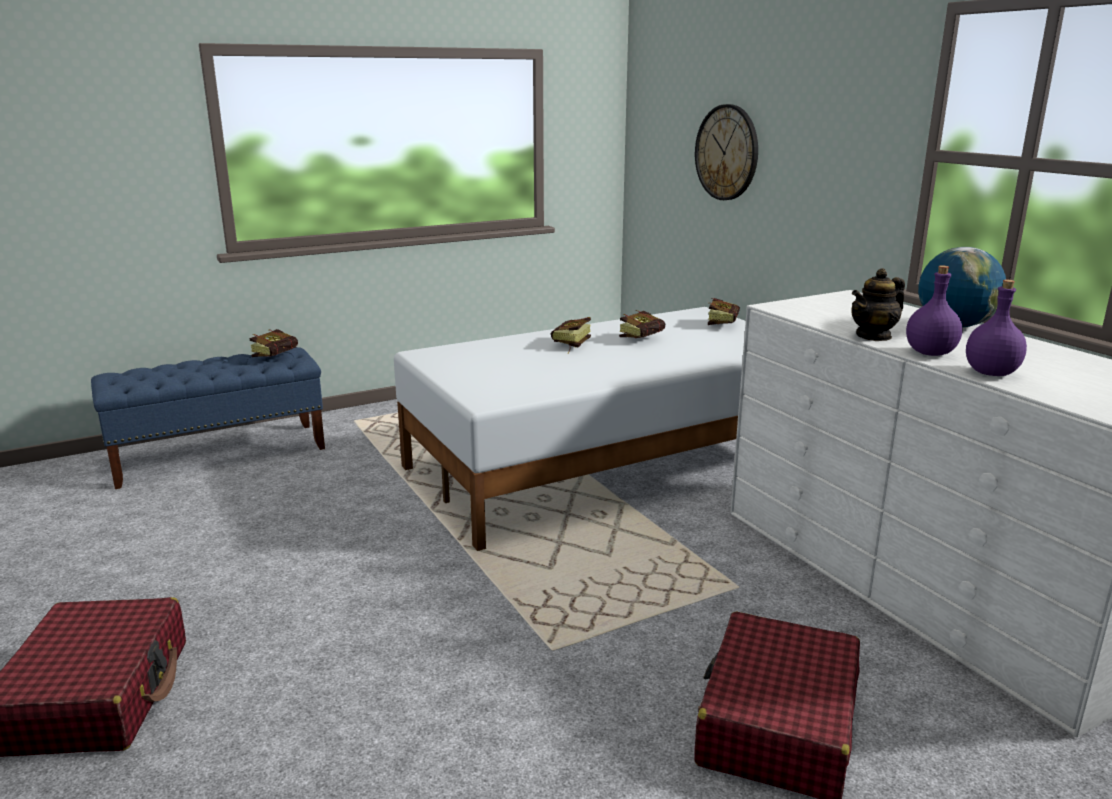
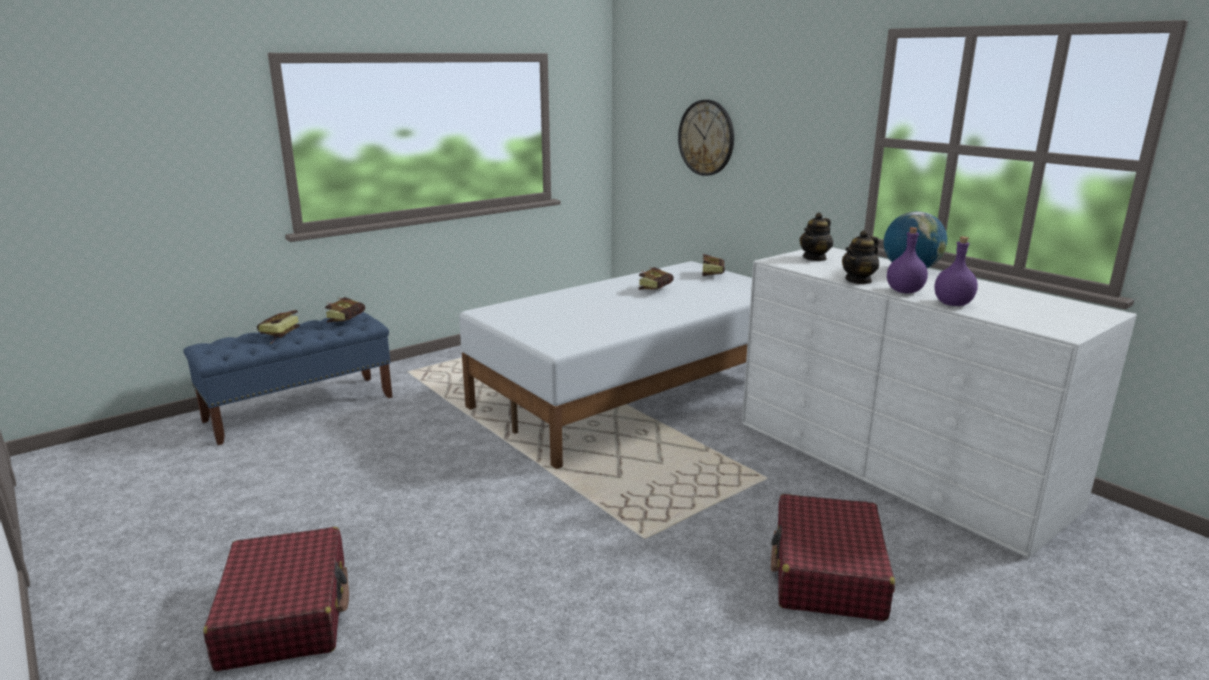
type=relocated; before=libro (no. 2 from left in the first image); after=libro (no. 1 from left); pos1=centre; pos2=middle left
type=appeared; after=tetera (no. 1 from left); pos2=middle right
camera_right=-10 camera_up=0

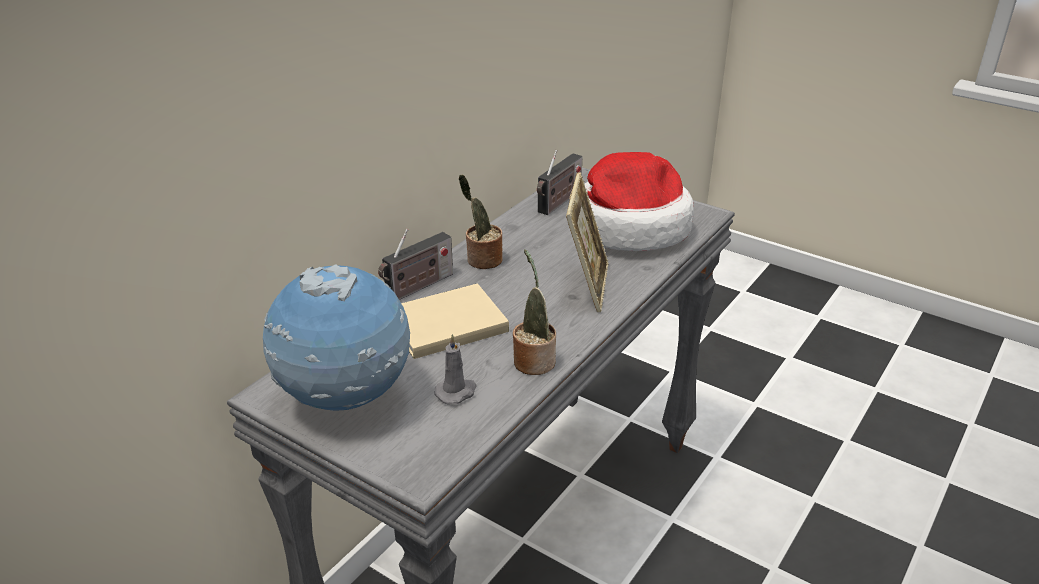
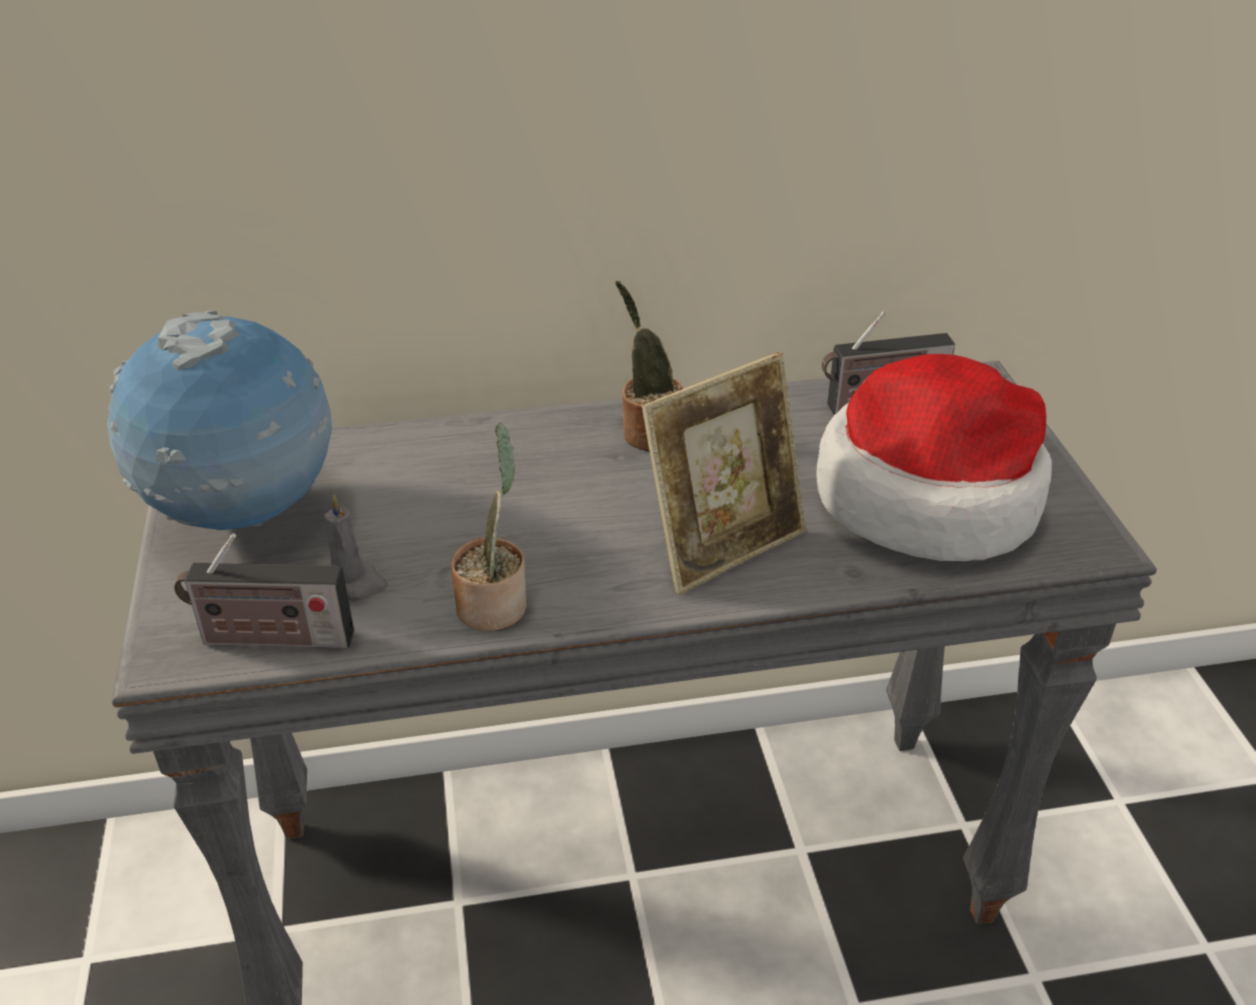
type=relocated; before=radio (no. 1 from left); pos1=centre; pos2=middle left
type=missing; before=libro [beis]; pos1=centre
camera_right=45 camera_up=5

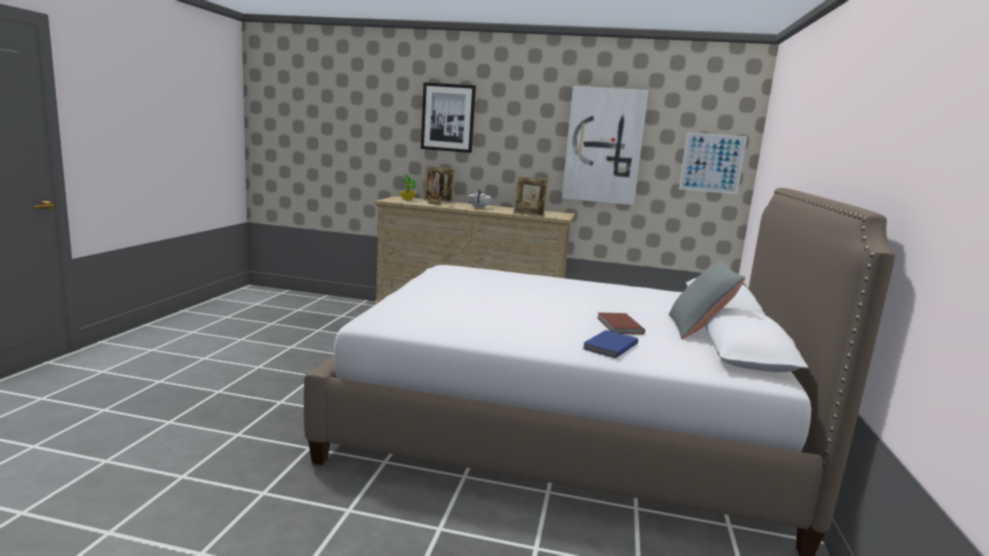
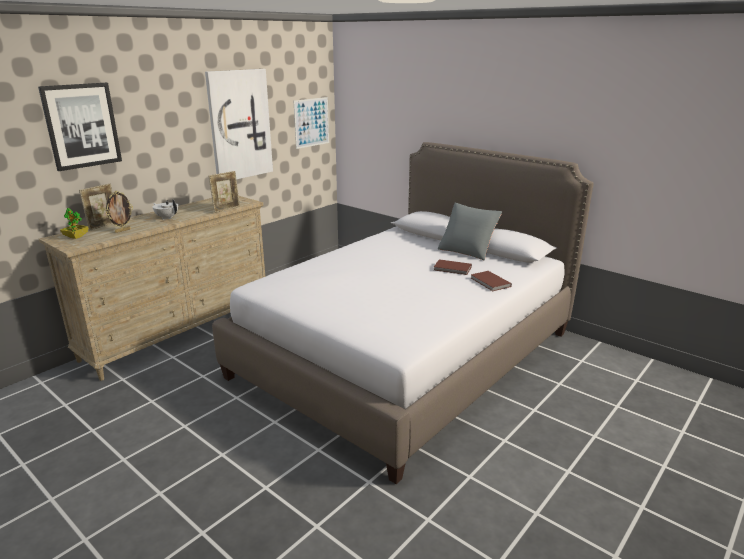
type=colour; before=libro [azul]; after=libro [marrón] (no. 2 from left); pos1=centre; pos2=centre
camera_right=-60 camera_up=10

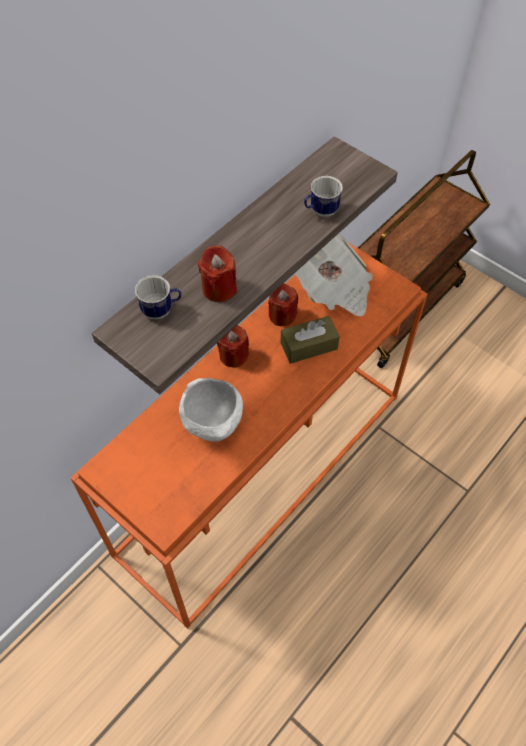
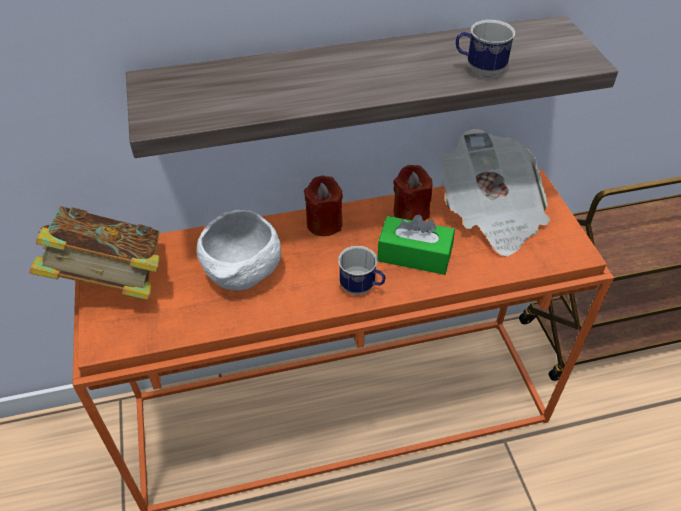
type=appeared; after=libro; pos2=middle left
type=relocated; before=taza grande (no. 1 from left); pos1=middle left; pos2=centre
type=colour; before=caja de pañuelos [marrón]; after=caja de pañuelos [verde]; pos1=centre; pos2=centre
type=missing; before=vela [rojo] (no. 1 from left); pos1=centre
camera_right=35 camera_up=-10

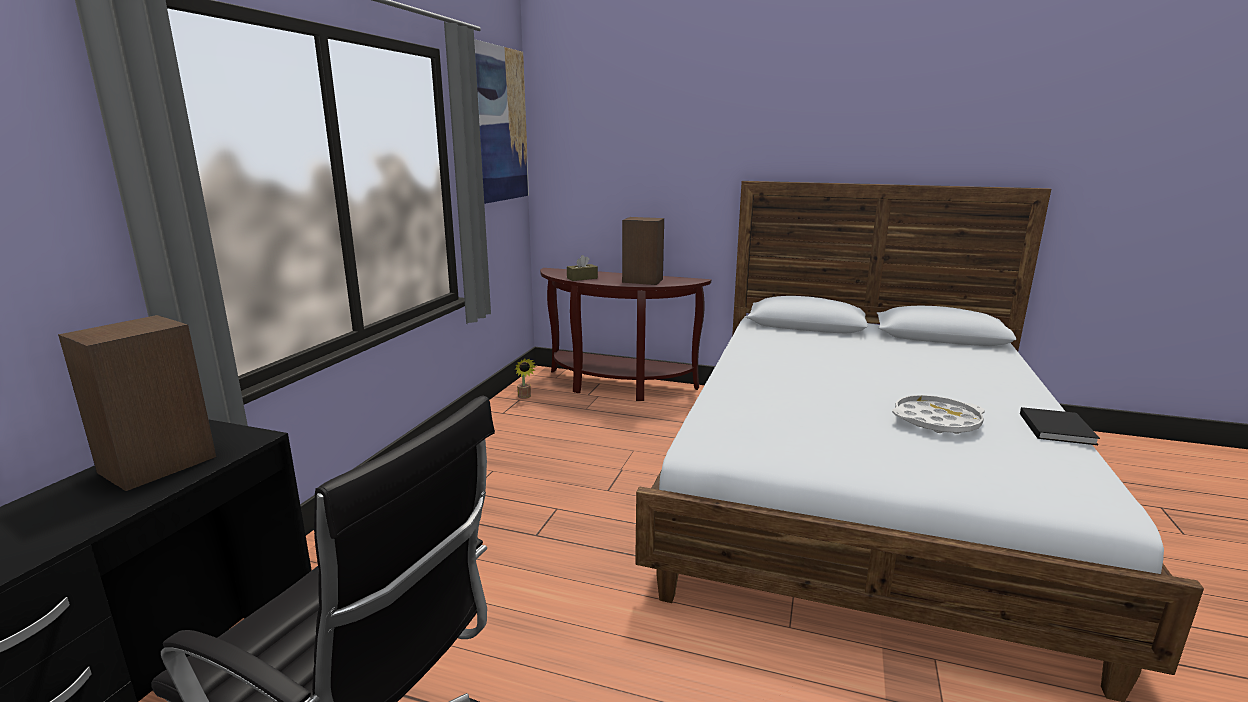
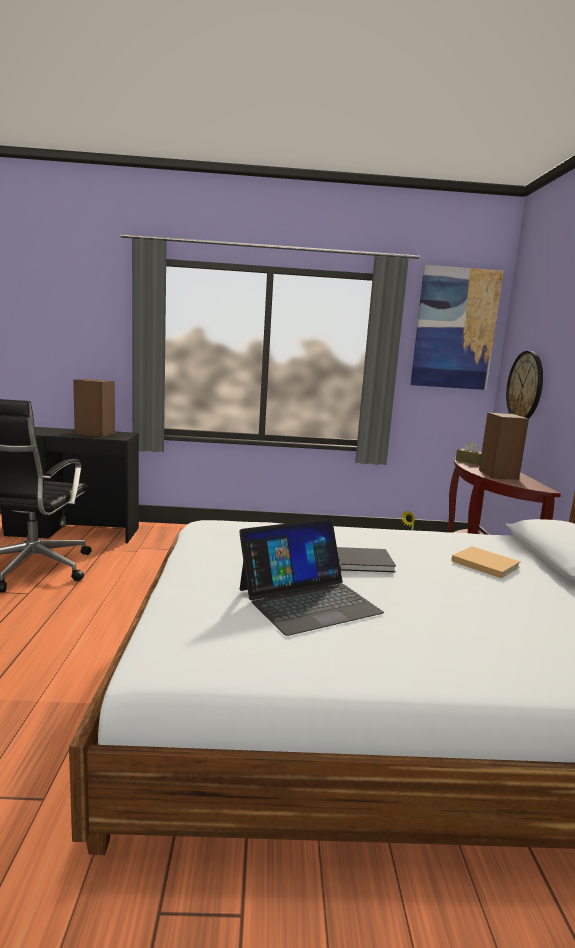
type=exchanged; before=bandeja [blanco]; after=portátil; pos1=middle right; pos2=centre
type=relocated; before=libro [negro]; pos1=middle right; pos2=centre
type=appeared; after=libro [beis]; pos2=middle right
type=appeared; after=reloj de pared; pos2=middle right
camera_right=70 camera_up=-5

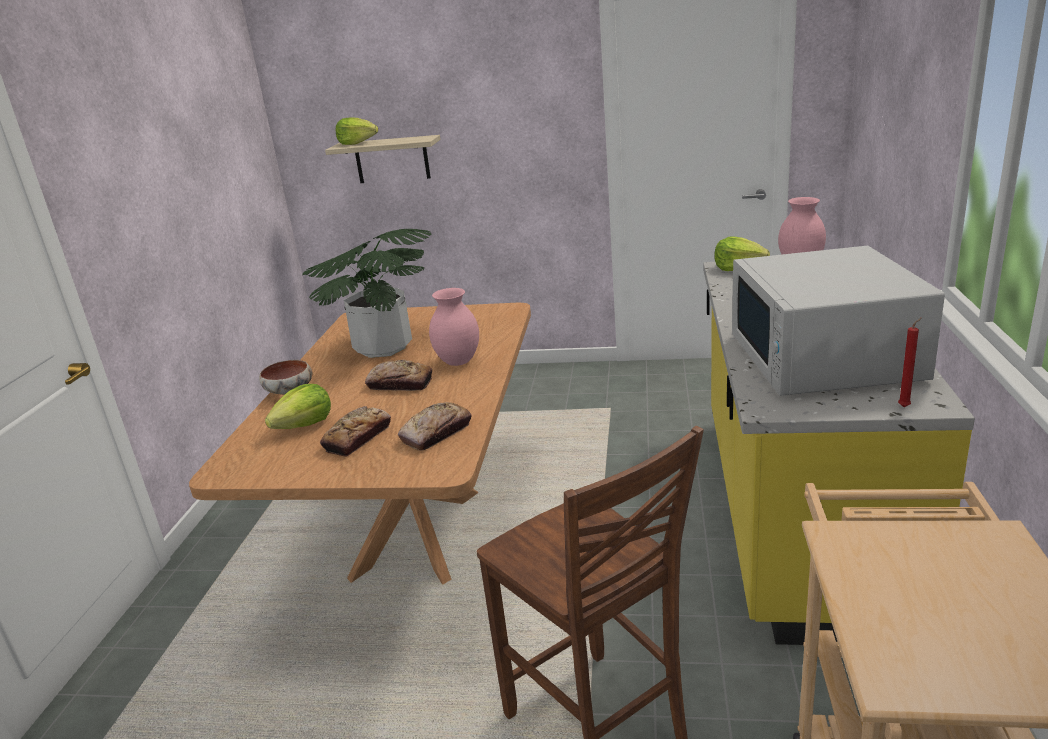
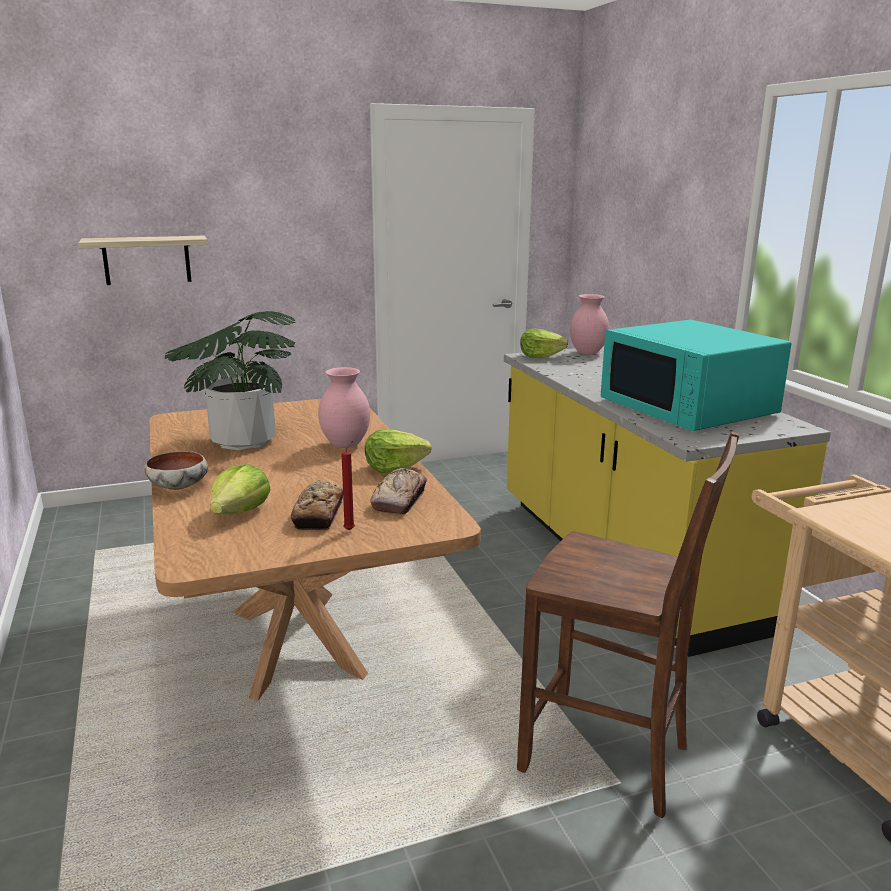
type=relocated; before=vela [rojo]; pos1=middle right; pos2=centre
type=relocated; before=lechuga (no. 2 from left); pos1=top centre; pos2=centre
type=colour; before=microondas [blanco]; after=microondas [turquesa]; pos1=middle right; pos2=middle right
type=missing; before=pan (no. 2 from left); pos1=centre
camera_right=-30 camera_up=-5

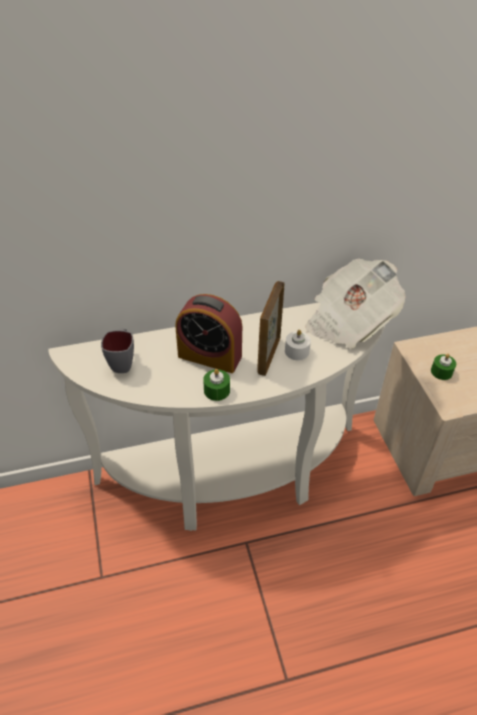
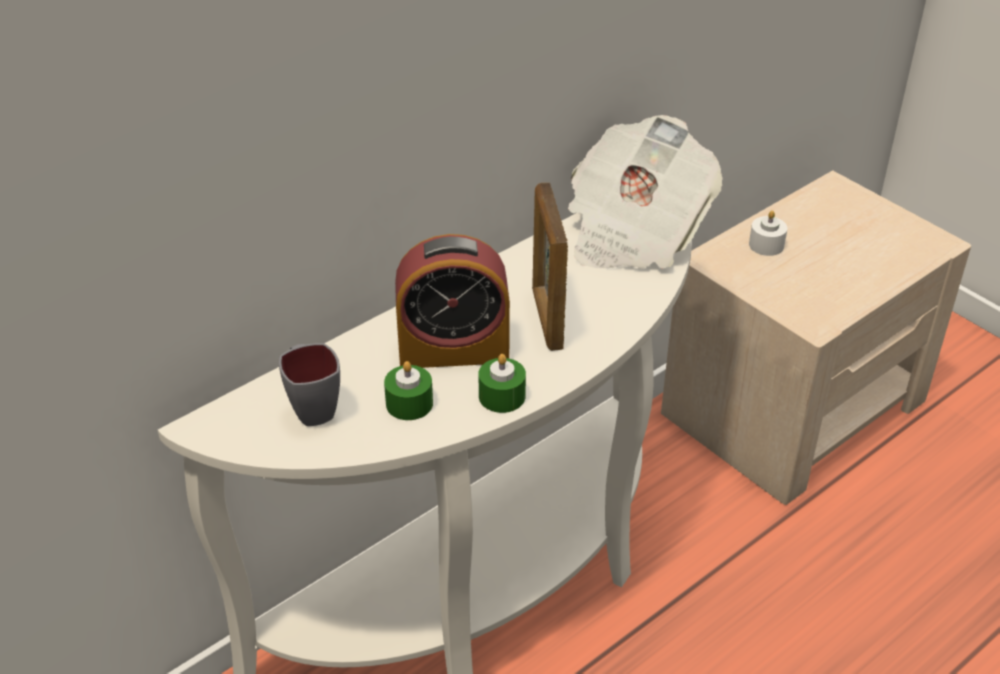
type=relocated; before=vela [verde] (no. 2 from left in the first image); after=vela [verde] (no. 1 from left); pos1=middle right; pos2=centre
type=relocated; before=vela [blanco]; pos1=centre; pos2=middle right
camera_right=-25 camera_up=-5

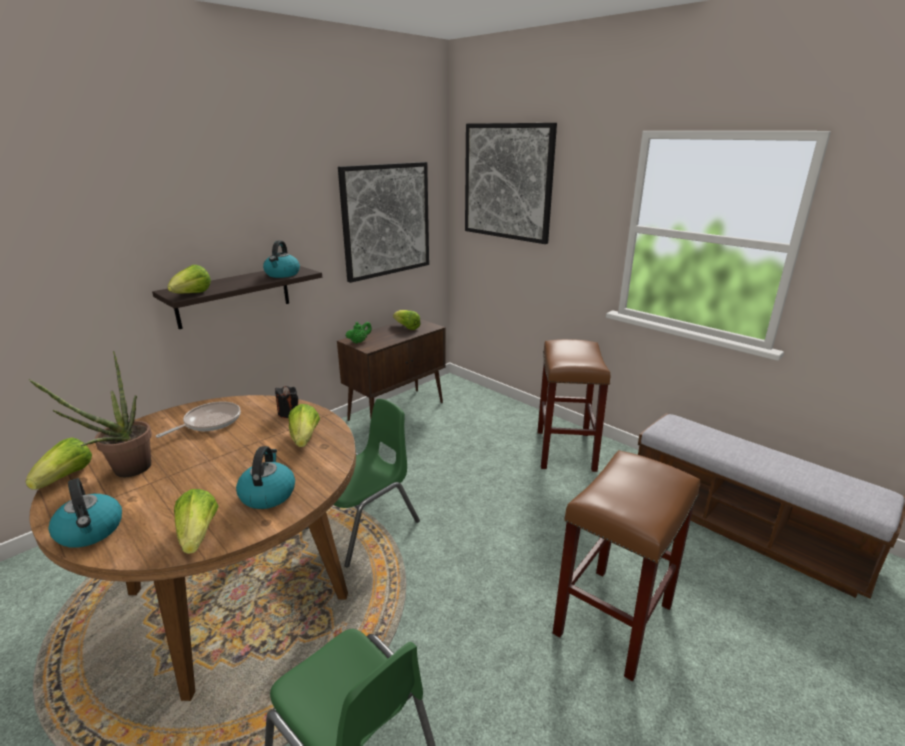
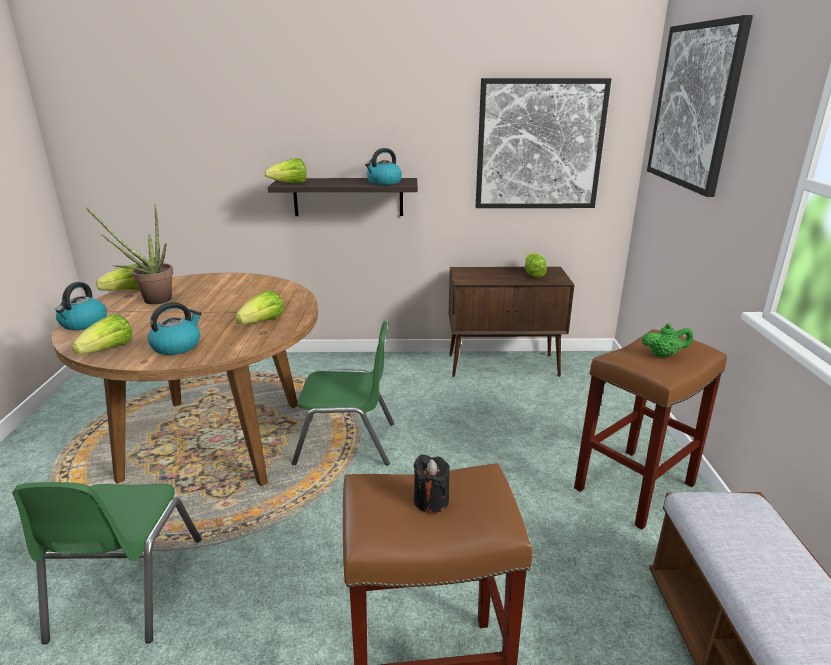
type=relocated; before=vela [negro]; pos1=middle left; pos2=bottom centre
type=relocated; before=tetera [verde]; pos1=centre; pos2=middle right
type=missing; before=sartén; pos1=middle left
camera_right=45 camera_up=0

